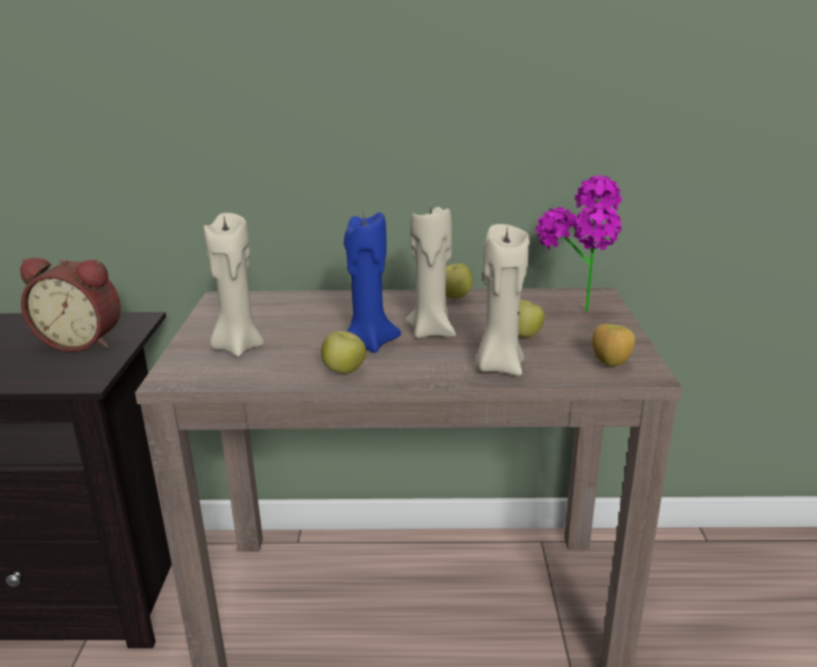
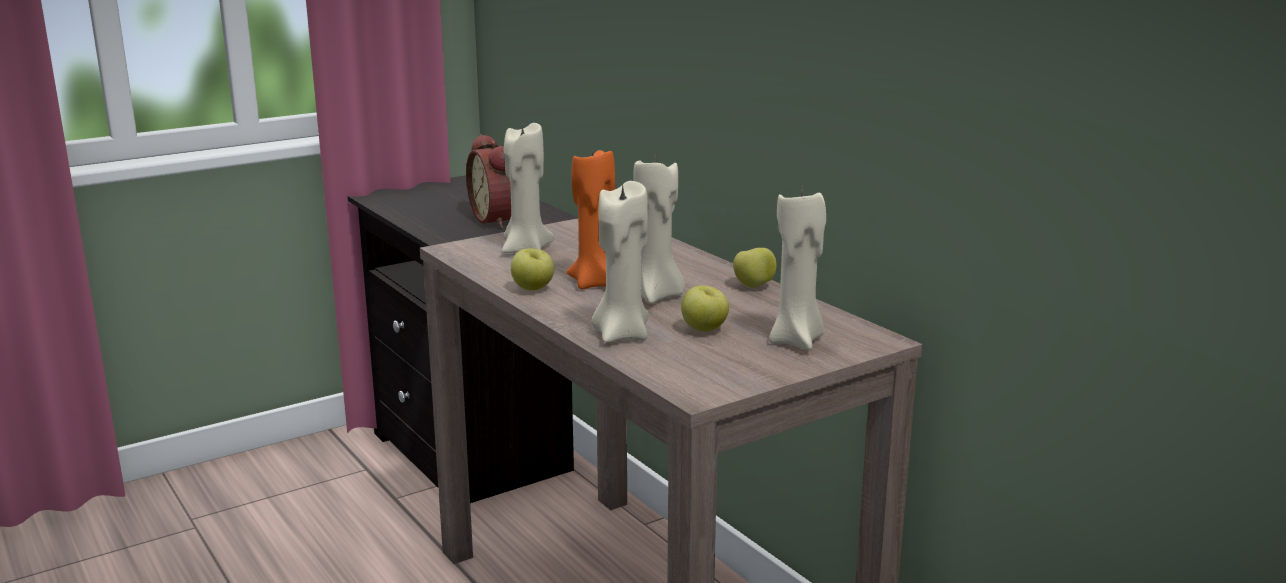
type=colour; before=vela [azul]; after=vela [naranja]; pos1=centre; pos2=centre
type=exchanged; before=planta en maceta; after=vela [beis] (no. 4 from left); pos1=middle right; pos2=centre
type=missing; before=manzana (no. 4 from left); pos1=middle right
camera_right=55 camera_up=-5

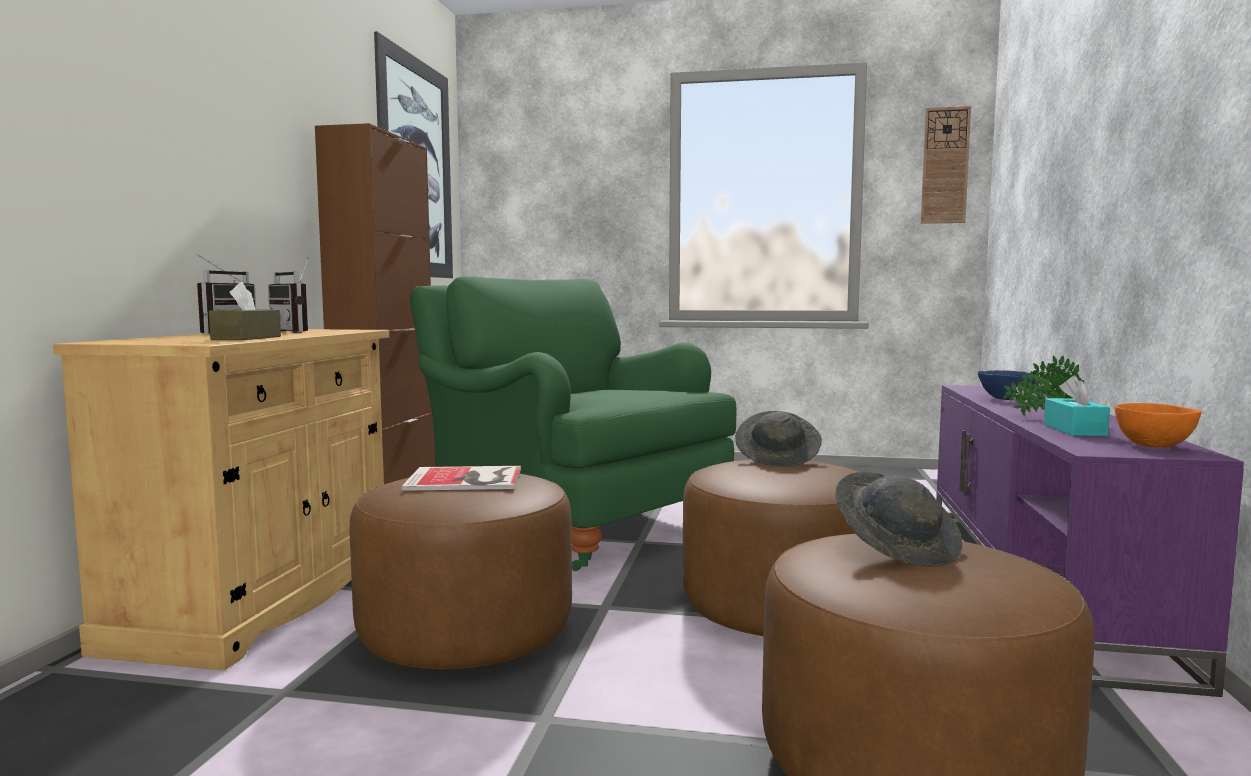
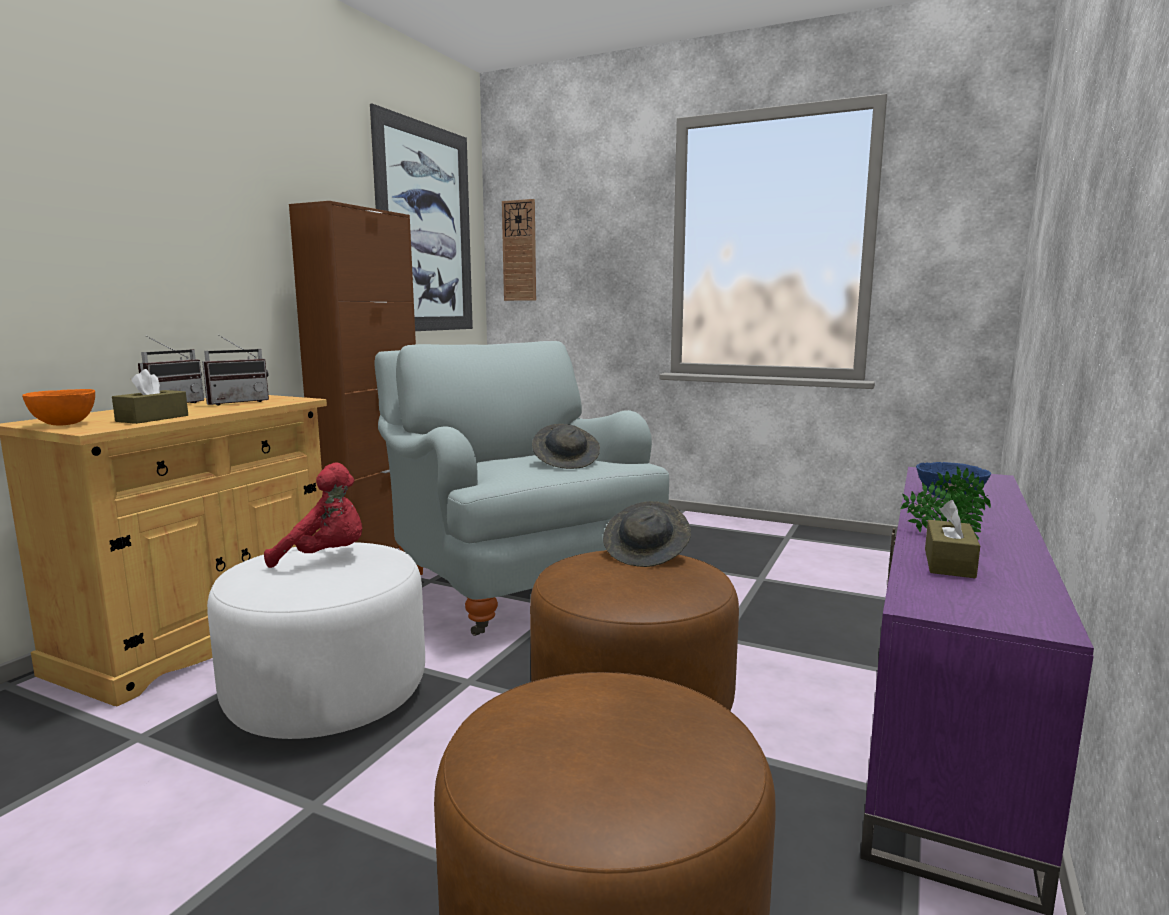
type=relocated; before=cuenco [naranja]; pos1=middle right; pos2=middle left
type=spun; before=radio (no. 2 from left); pos1=middle left; pos2=middle left; turn=-105
type=colour; before=puf [marrón] (no. 1 from left); after=puf [blanco]; pos1=bottom centre; pos2=bottom left
type=exchanged; before=libro; after=peluche [rojo]; pos1=centre; pos2=middle left
type=colour; before=sillón [verde]; after=sillón [gris]; pos1=centre; pos2=centre
type=relocated; before=reloj de pared; pos1=top right; pos2=top centre
type=relocated; before=sombrero [gris] (no. 2 from left in the first image); after=sombrero [gris] (no. 1 from left); pos1=bottom right; pos2=centre
type=colour; before=caja de pañuelos [turquesa]; after=caja de pañuelos [marrón] (no. 2 from left); pos1=middle right; pos2=middle right
camera_right=15 camera_up=5

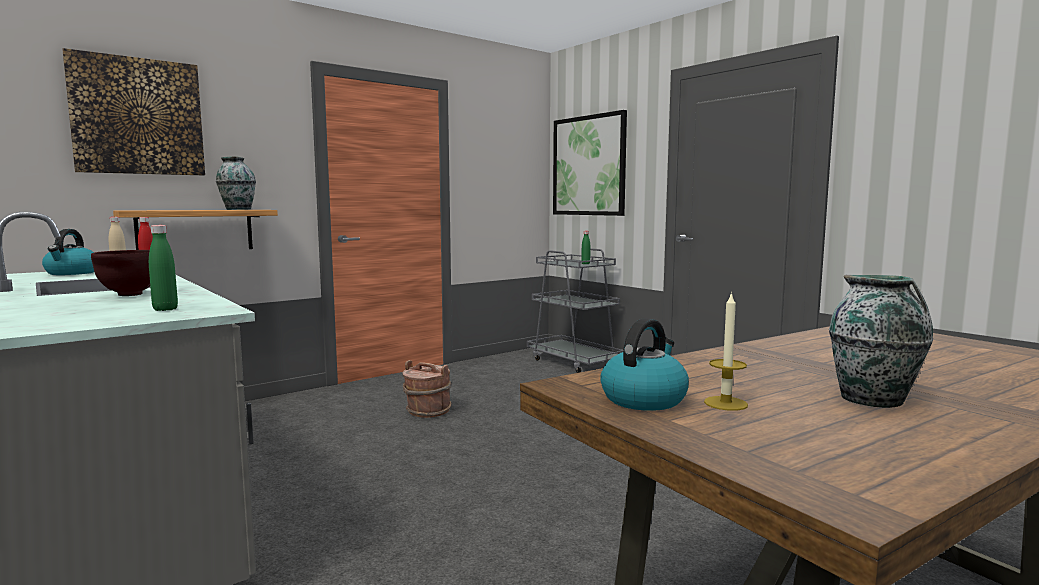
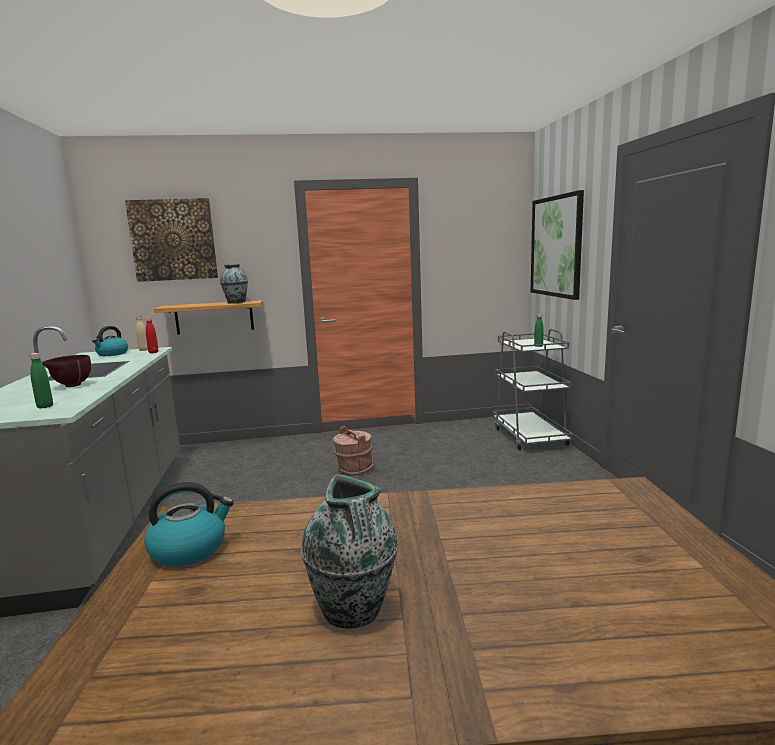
type=missing; before=vela; pos1=middle right
camera_right=30 camera_up=5

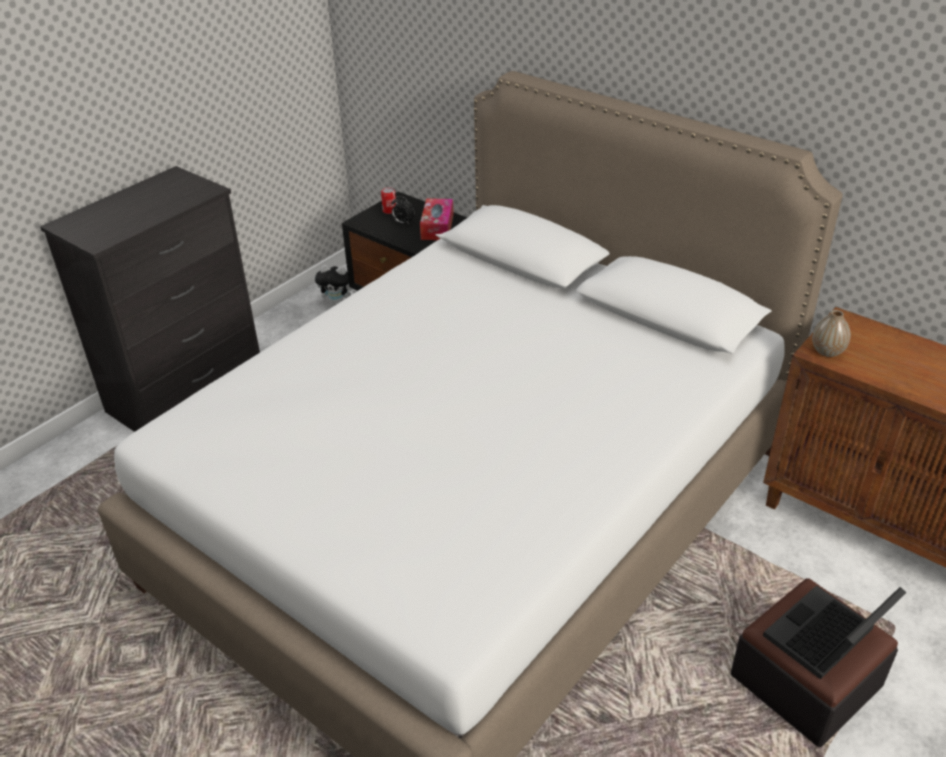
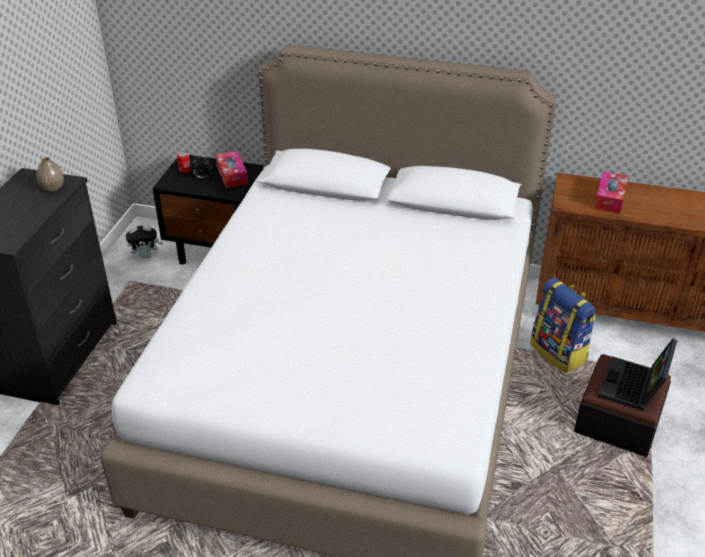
type=relocated; before=florero; pos1=middle right; pos2=top left
type=appeared; after=mochila; pos2=middle right
type=appeared; after=caja de pañuelos (no. 2 from left); pos2=middle right
camera_right=-25 camera_up=0

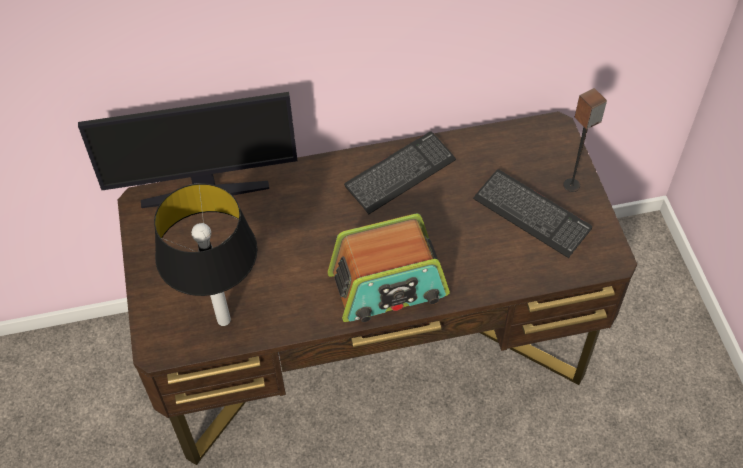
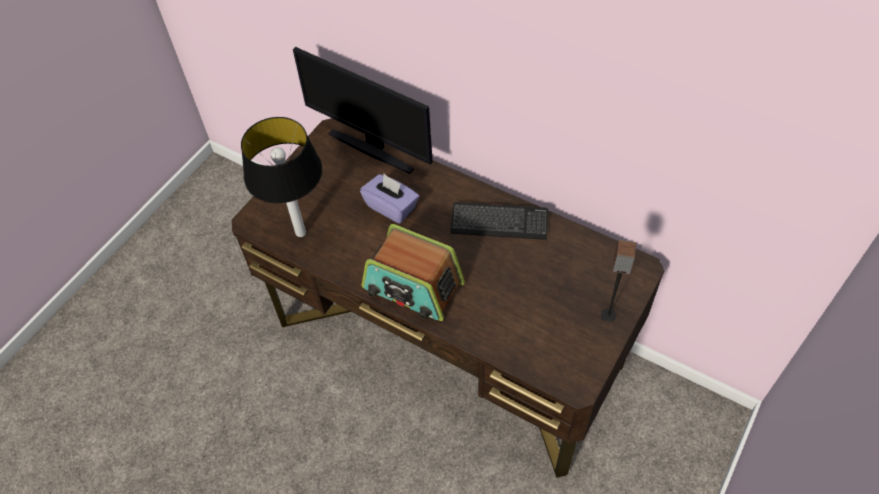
type=appeared; after=caja de pañuelos [morado]; pos2=centre
type=missing; before=teclado (no. 2 from left); pos1=middle right
camera_right=45 camera_up=0

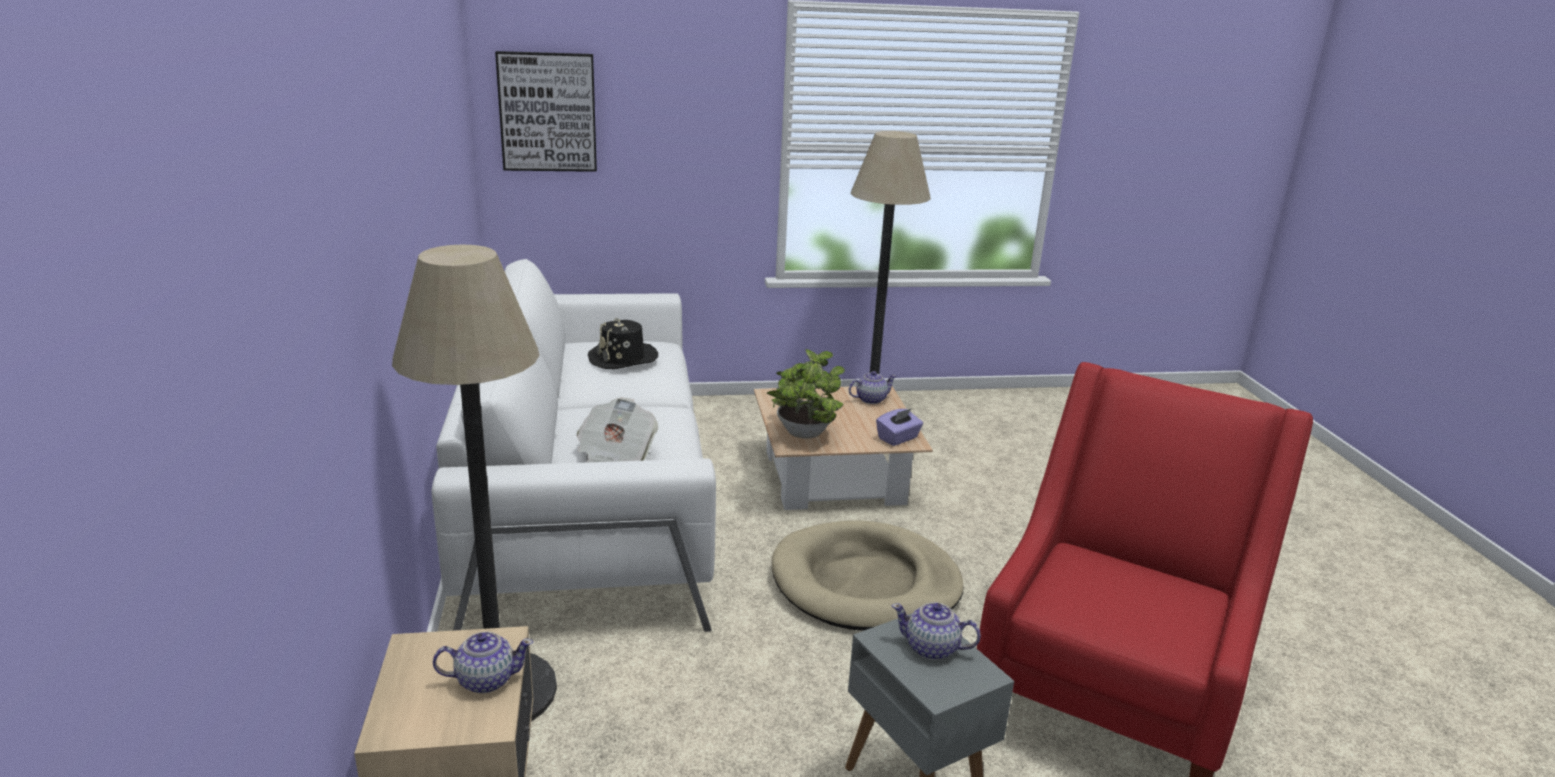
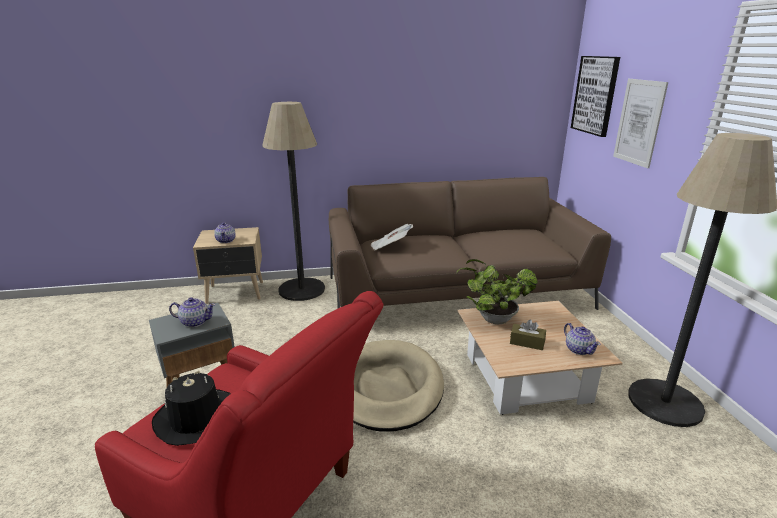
type=relocated; before=sombrero [negro]; pos1=centre; pos2=bottom left
type=spun; before=tetera (no. 3 from left in the first image); pos1=bottom centre; pos2=middle left; turn=75
type=colour; before=sofá [blanco]; after=sofá [marrón]; pos1=centre; pos2=centre
type=appeared; after=caja de pañuelos [marrón]; pos2=middle right
type=appeared; after=cuadro (no. 2 from left); pos2=top right
type=missing; before=caja de pañuelos [morado]; pos1=centre
camera_right=90 camera_up=0

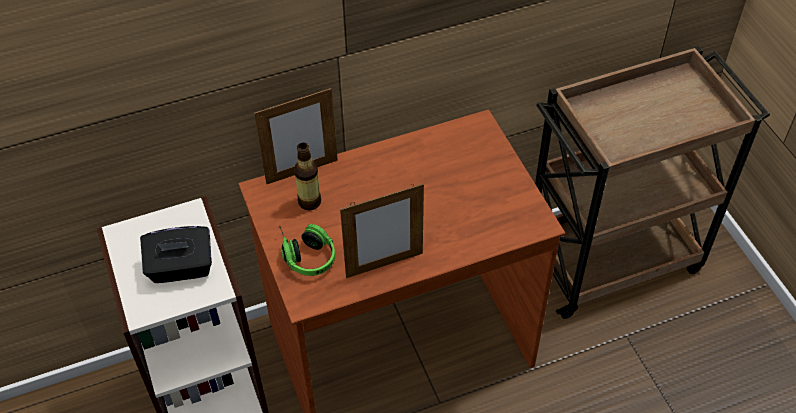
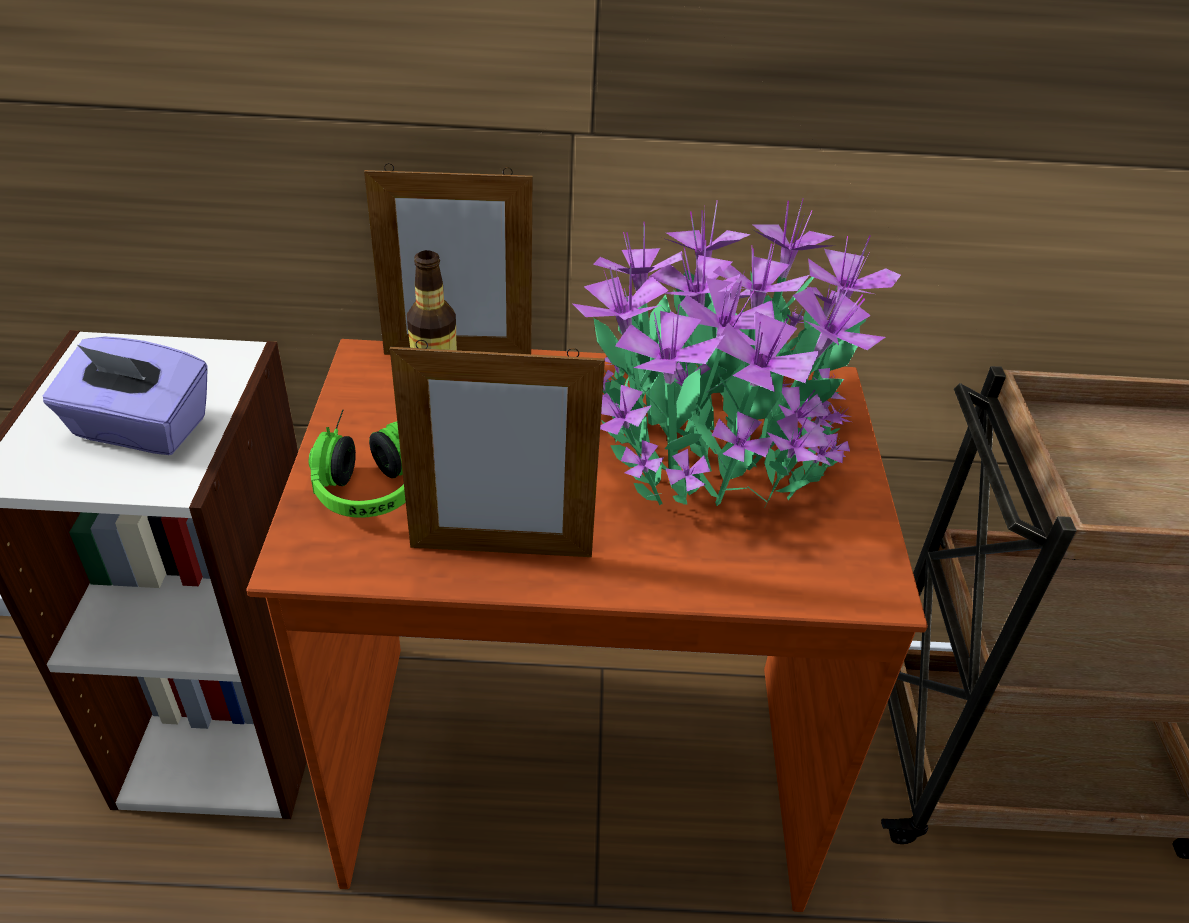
type=colour; before=caja de pañuelos [negro]; after=caja de pañuelos [morado]; pos1=middle left; pos2=middle left
type=appeared; after=planta en maceta; pos2=centre
camera_right=20 camera_up=-10

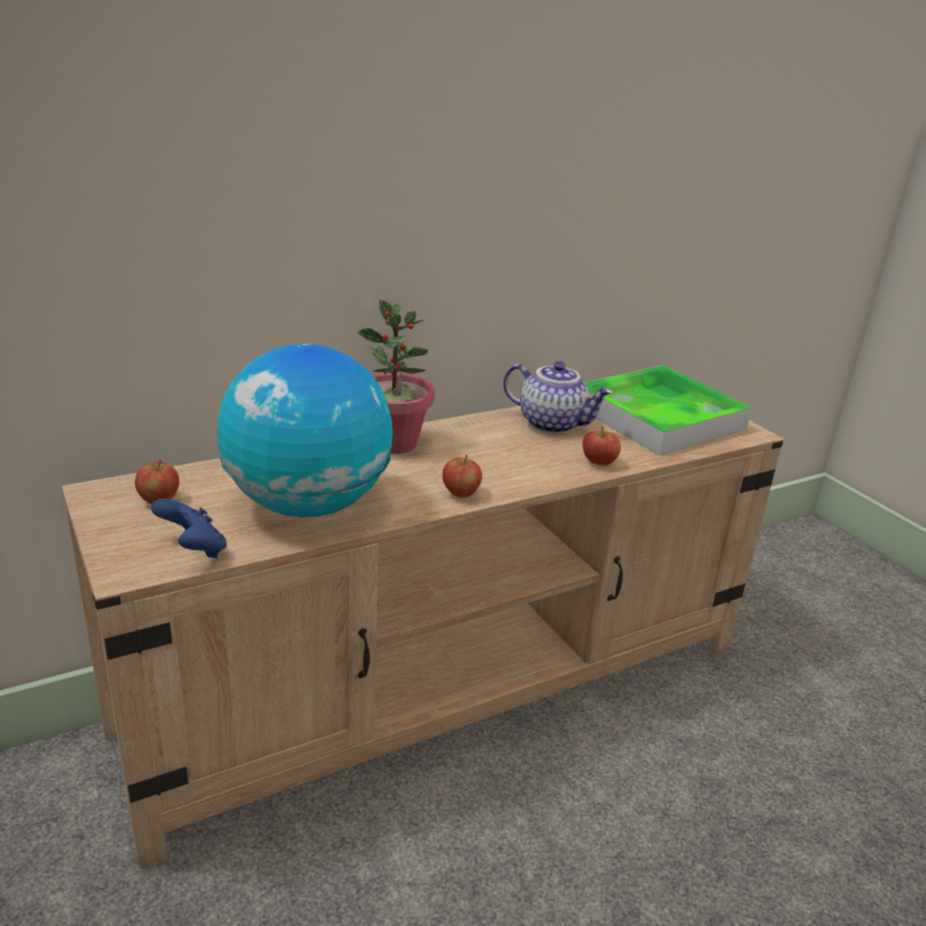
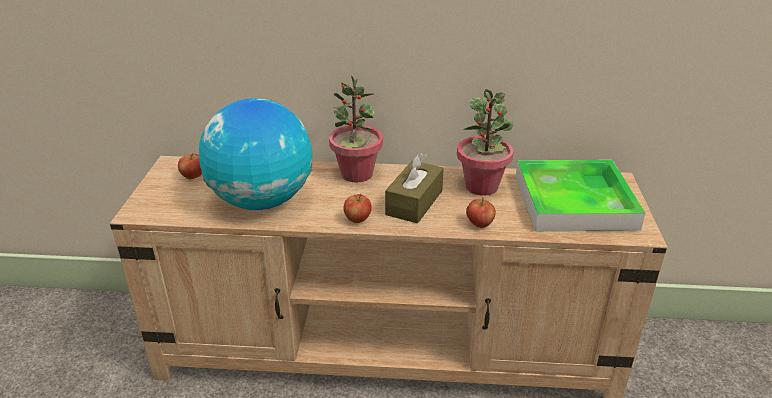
type=appeared; after=caja de pañuelos [marrón]; pos2=centre
type=exchanged; before=tetera; after=planta en maceta (no. 2 from left); pos1=centre; pos2=centre
type=missing; before=mando de consola [azul]; pos1=middle left
camera_right=35 camera_up=5

